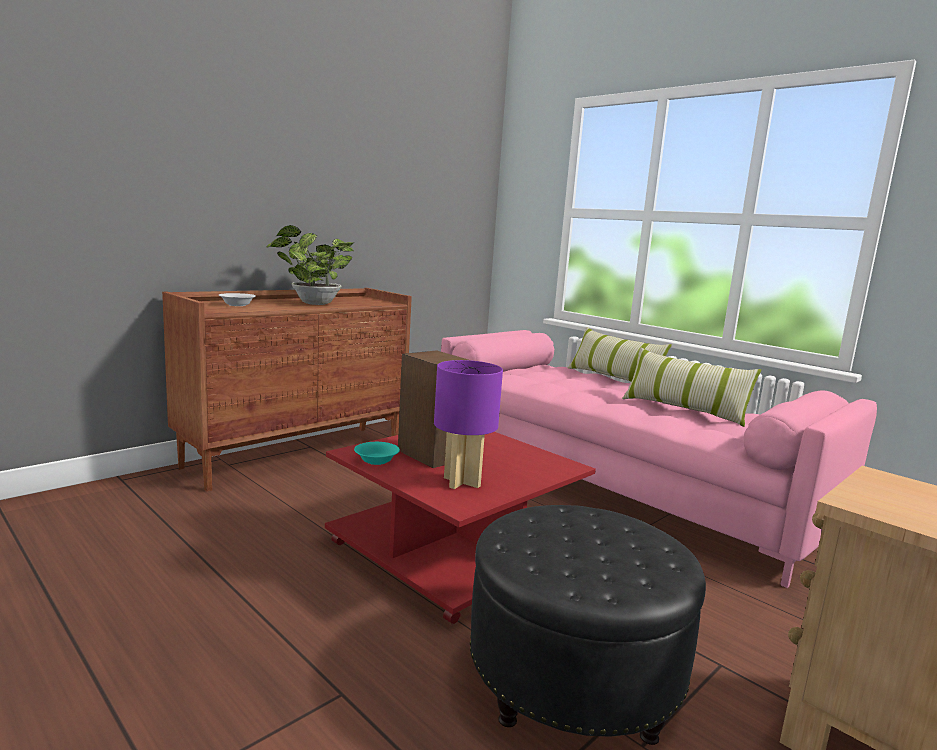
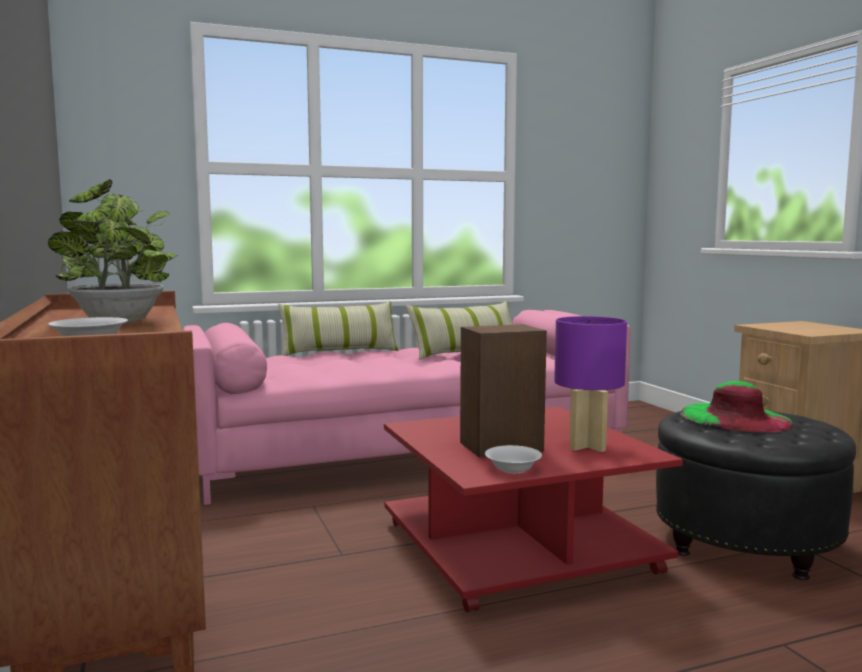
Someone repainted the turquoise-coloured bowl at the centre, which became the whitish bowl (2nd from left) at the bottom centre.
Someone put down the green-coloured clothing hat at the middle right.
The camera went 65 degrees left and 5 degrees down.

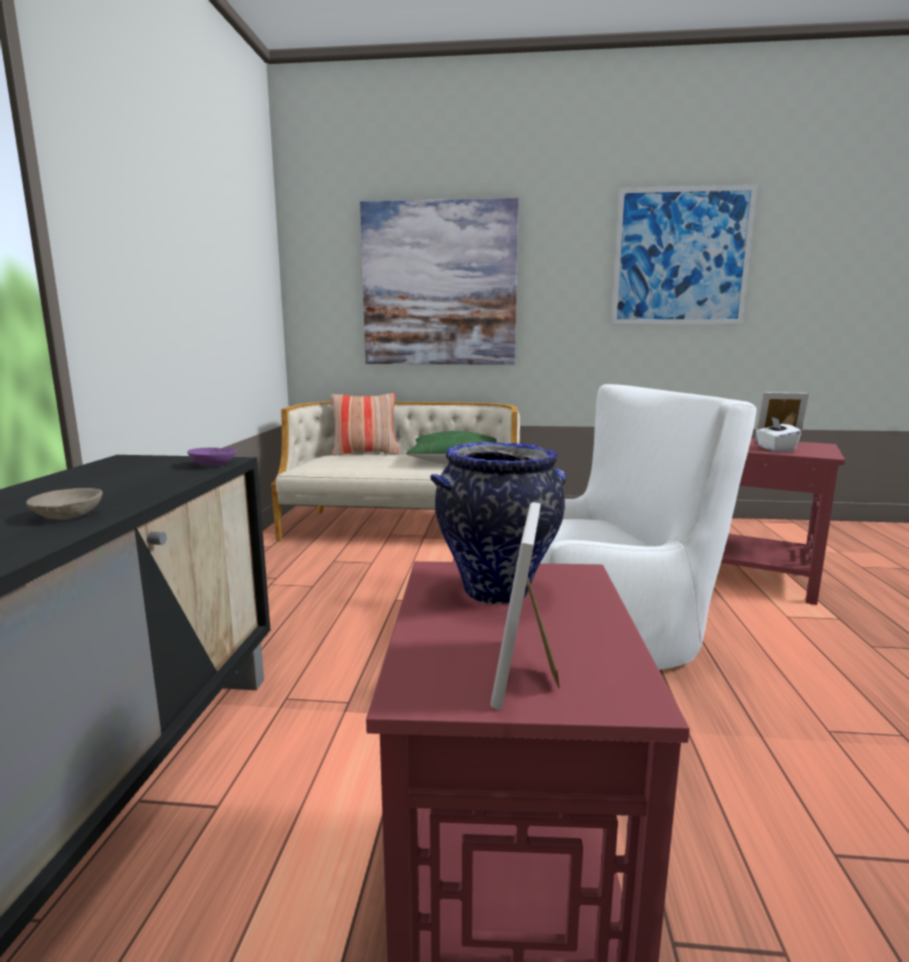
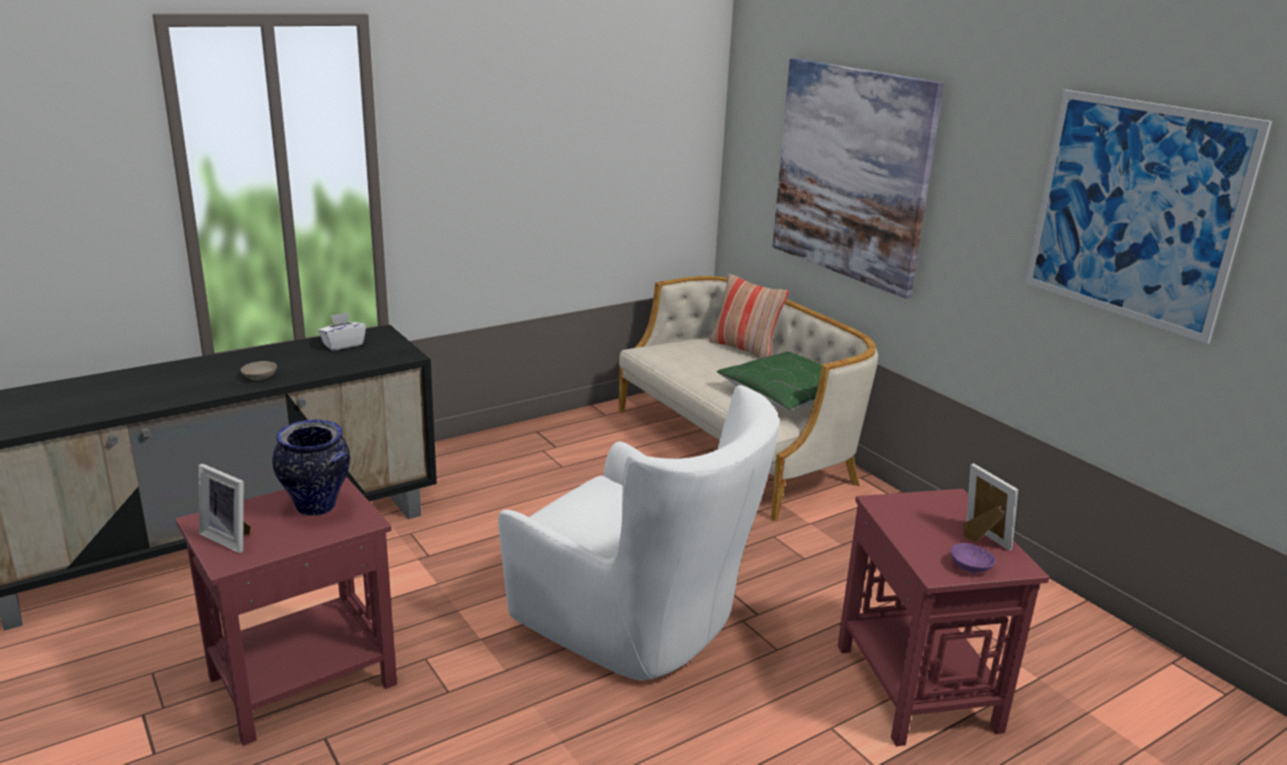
Someone carried the purple-coloured bowl from the middle left to the bottom right.
Someone rotated the picture frame (1st from left) at the centre by 120 degrees counterclockwise.
Someone carried the whitish tissue box from the middle right to the middle left.
The camera went 50 degrees right and 10 degrees up.

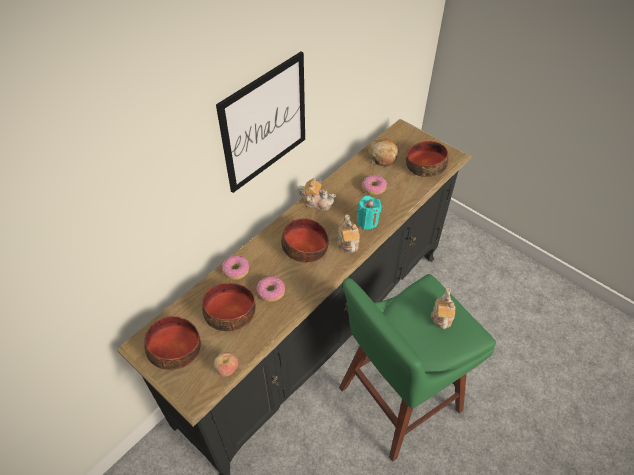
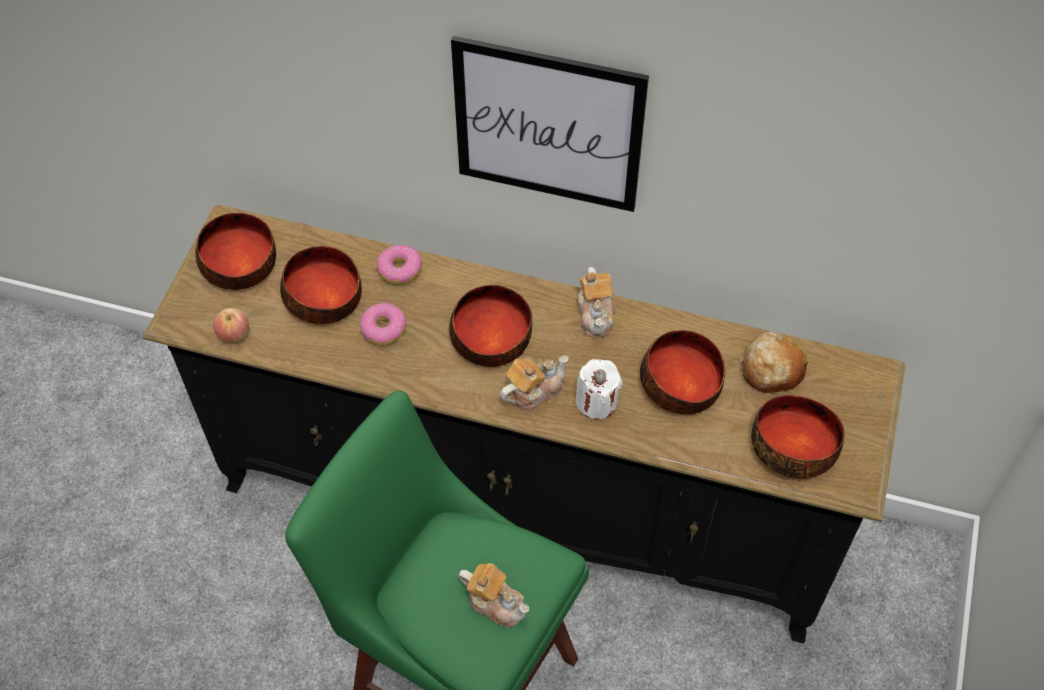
Someone repainted the turquoise-coloured candle at the centre, which became the whitish candle at the centre.
Someone swapped the donut (3rd from left) at the centre for the bowl (4th from left) at the centre.
Someone rotated the tea pot (3rd from left in the first image) at the middle right by 45 degrees clockwise.
The camera went 65 degrees right and 5 degrees up.

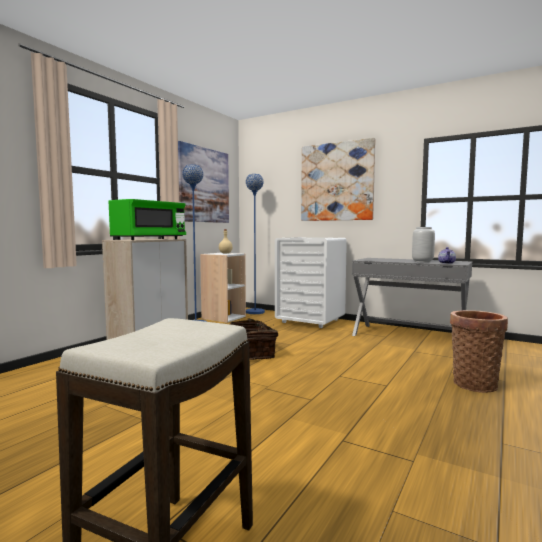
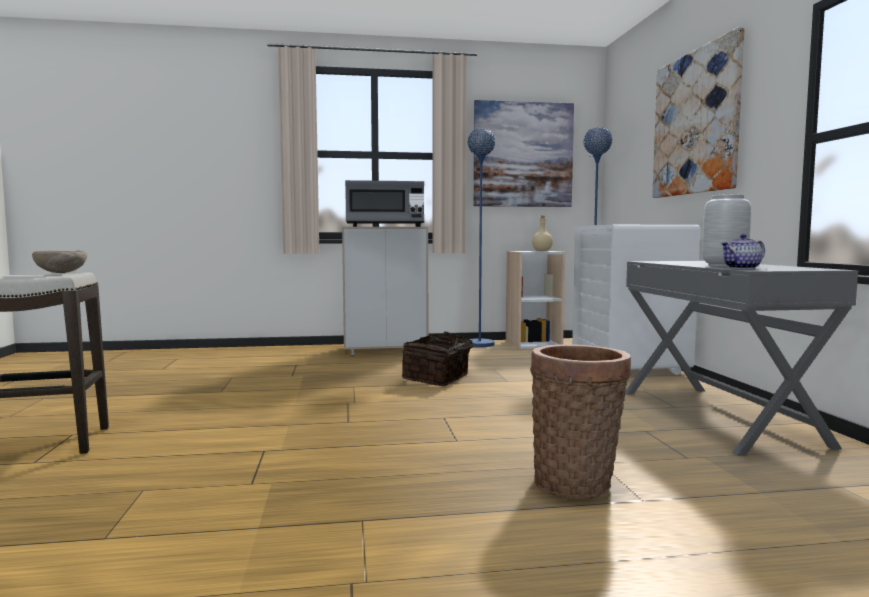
Someone repainted the green-coloured microwave oven at the middle left, which became the gray microwave oven at the centre.
Someone put down the beige bowl at the middle left.
The camera went 50 degrees right and 0 degrees up.

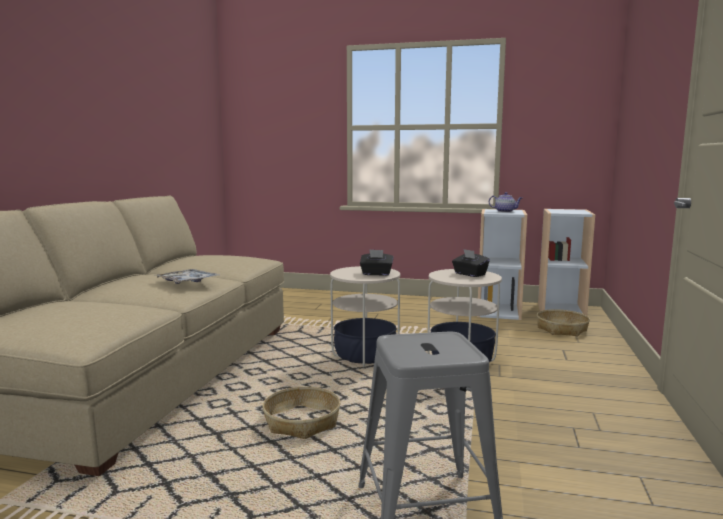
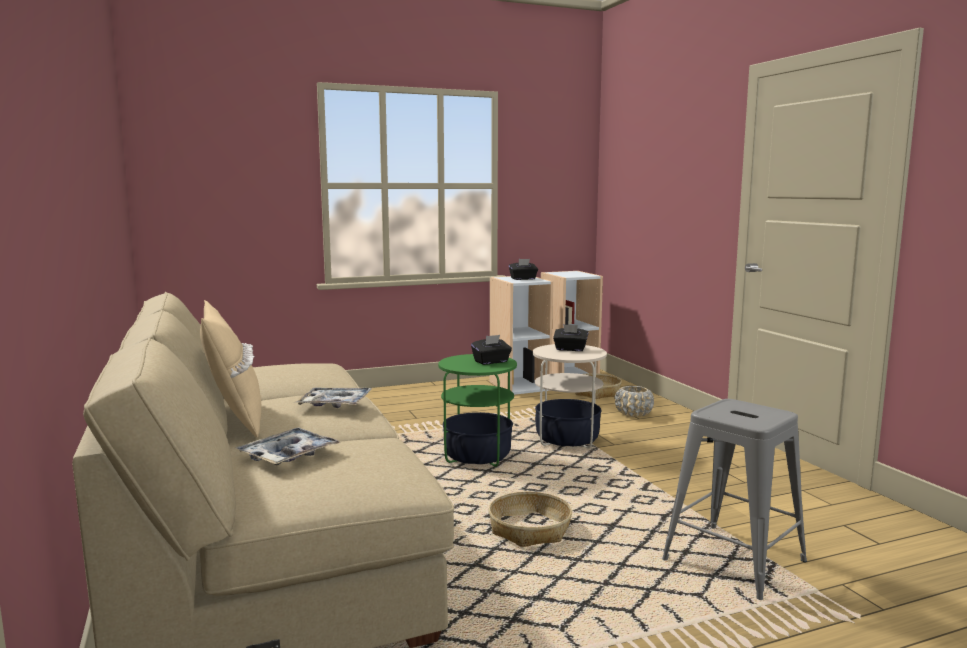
Someone repainted the beige accent table (1st from left) at the centre, which became the green-coloured accent table at the centre.
Someone swapped the tea pot at the middle right for the black-coloured tissue box (2nd from left) at the centre.
Someone put down the beige cushion at the middle left.
Someone put down the tray (1st from left) at the bottom left.
Someone put down the beige planter at the centre.
The camera went 35 degrees left and 0 degrees up.

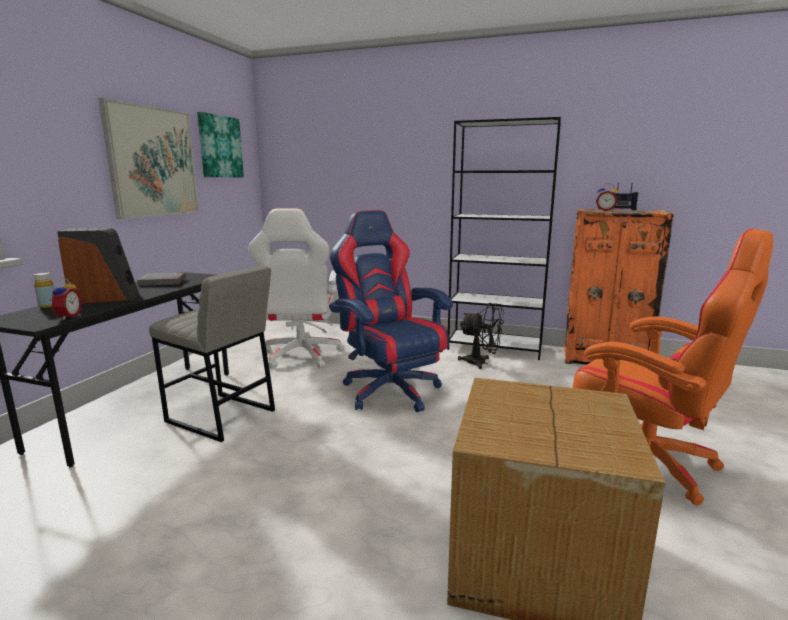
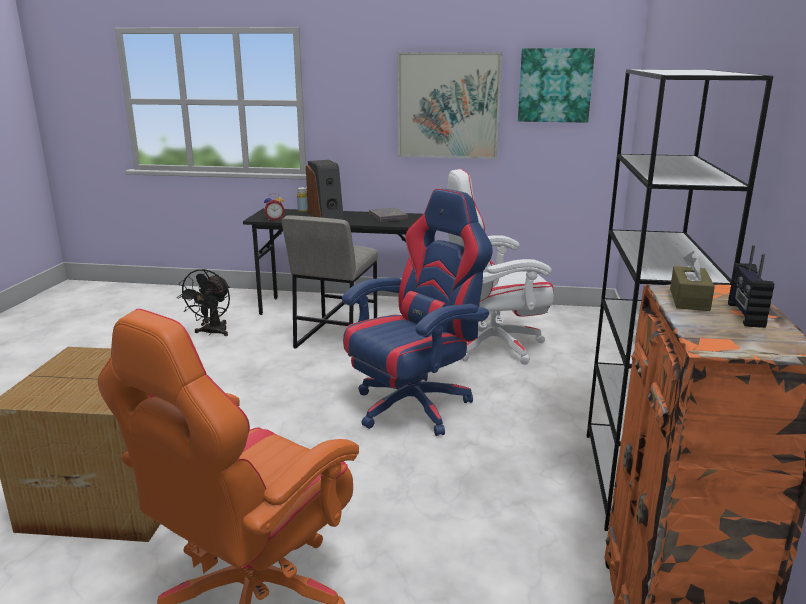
Someone carried the black-coloured cooling fan from the centre to the middle left.
Someone swapped the alarm clock (2nd from left) at the top right for the brownish tissue box at the middle right.
The camera went 80 degrees right and 5 degrees up.

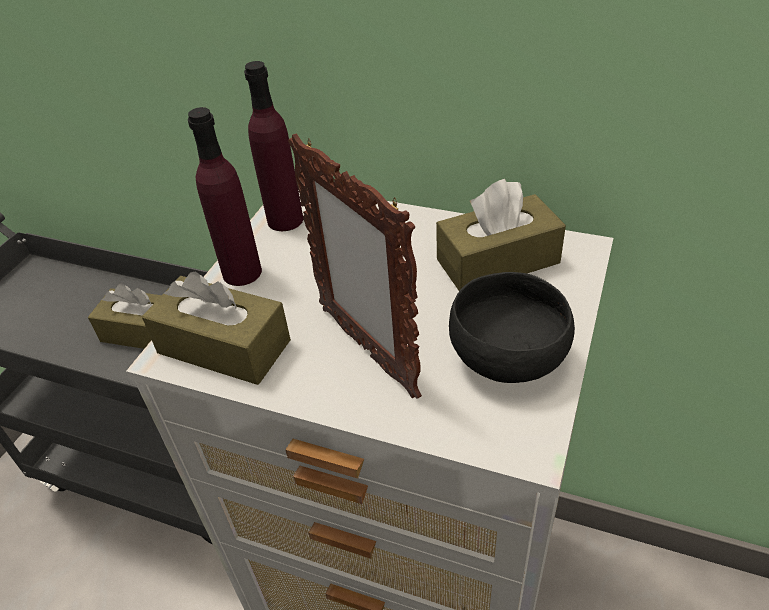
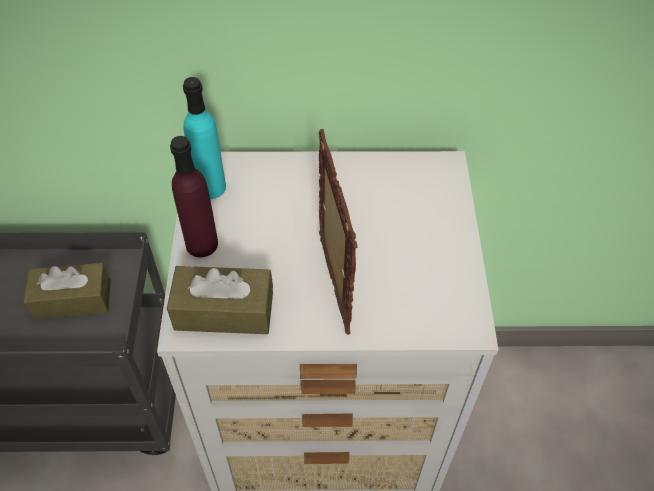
Someone repainted the purple-coloured bottle (2nd from left) at the top centre, which became the turquoise-coloured bottle at the top left.
Someone rotated the picture frame at the centre by 135 degrees counterclockwise.
Someone took away the brownish tissue box (3rd from left) at the centre.
Someone took away the black-coloured bowl at the centre.
The camera went 25 degrees left and 10 degrees up.

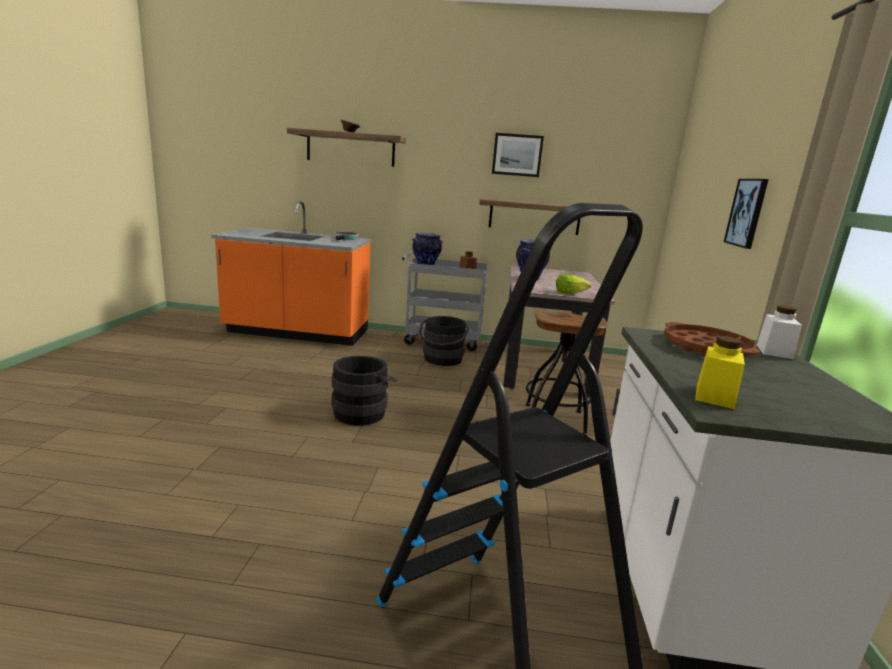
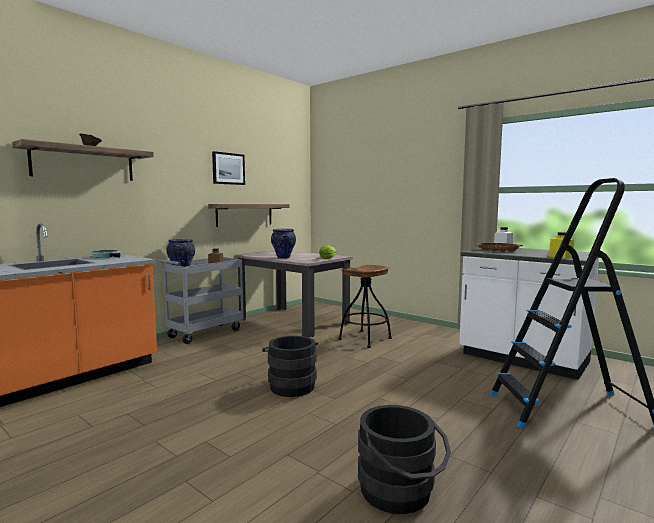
Someone carried the black-coloured water bucket (2nd from left) from the centre to the bottom centre.
Someone took away the wall art (2nd from left) at the top right.
The camera went 55 degrees left and 10 degrees down.

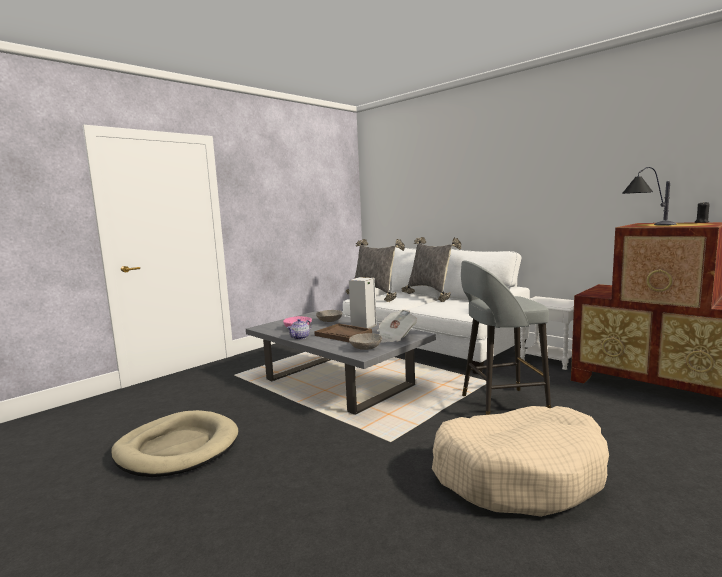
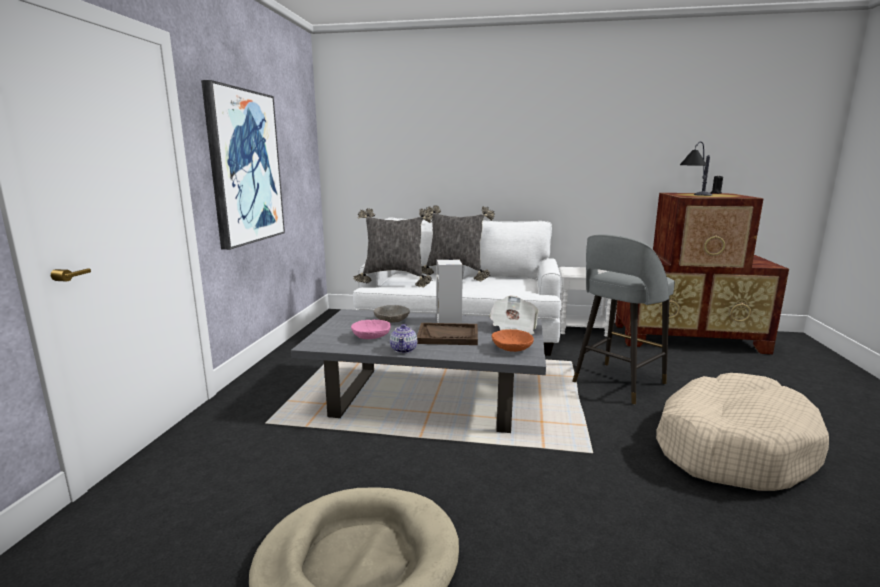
Someone repainted the gray bowl (2nd from left) at the centre, which became the orange-coloured bowl at the centre.
Someone put up the wall art at the top left.
The camera went 35 degrees left and 5 degrees up.

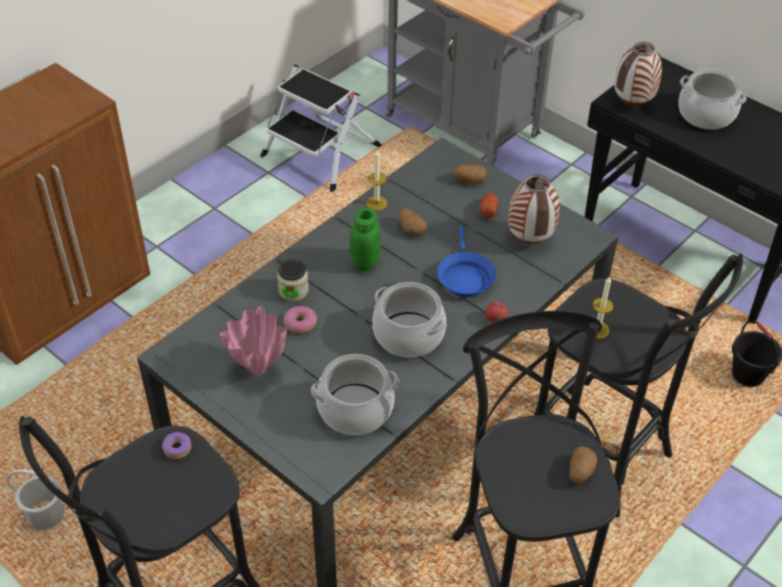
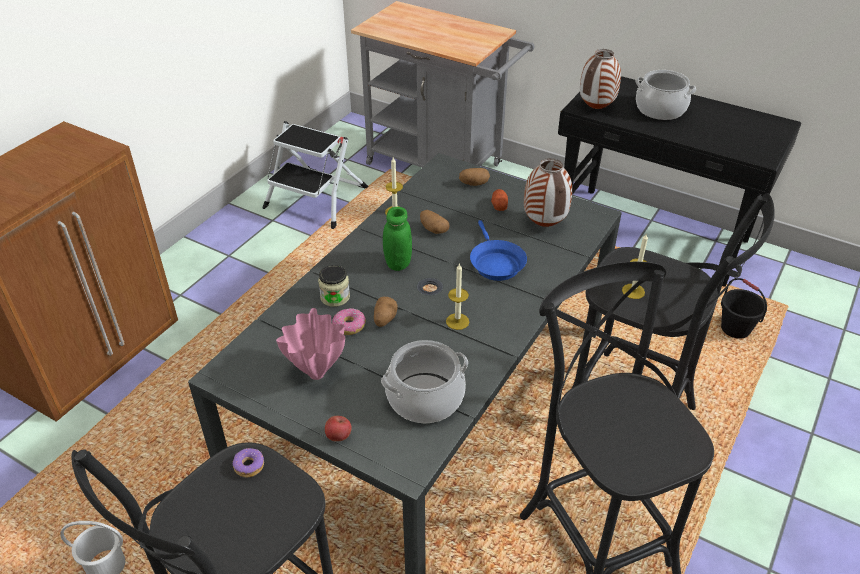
Someone swapped the cooking pot (2nd from left) at the centre for the candle (2nd from left) at the centre.
Someone carried the apple fruit from the centre to the bottom centre.
Someone carried the spud (4th from left in the first image) from the bottom right to the centre.
The camera went 10 degrees left and 5 degrees down.

